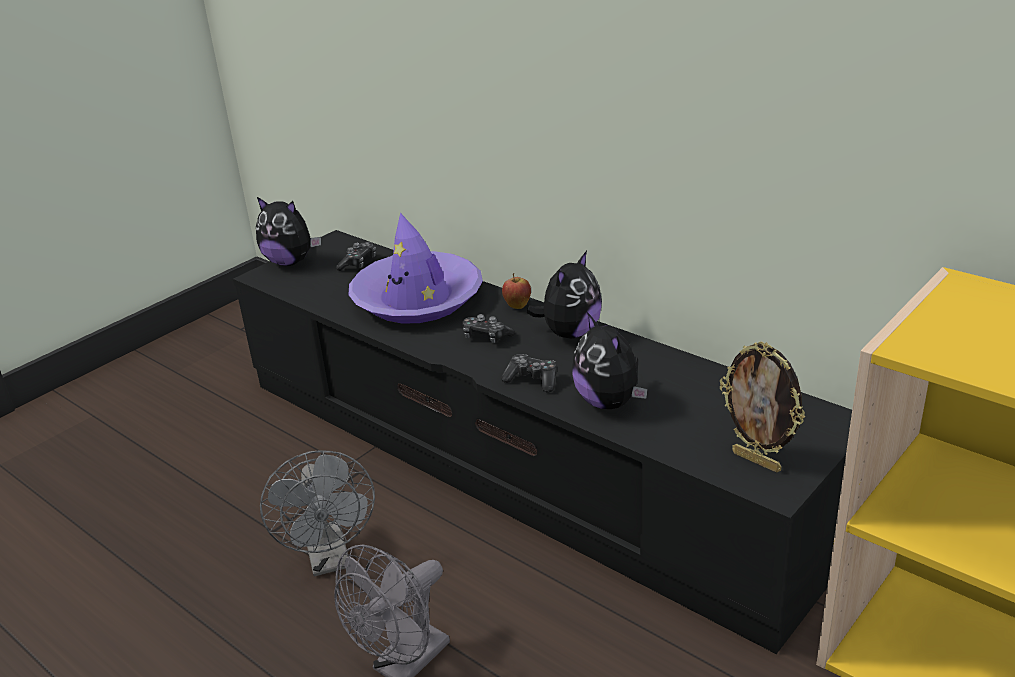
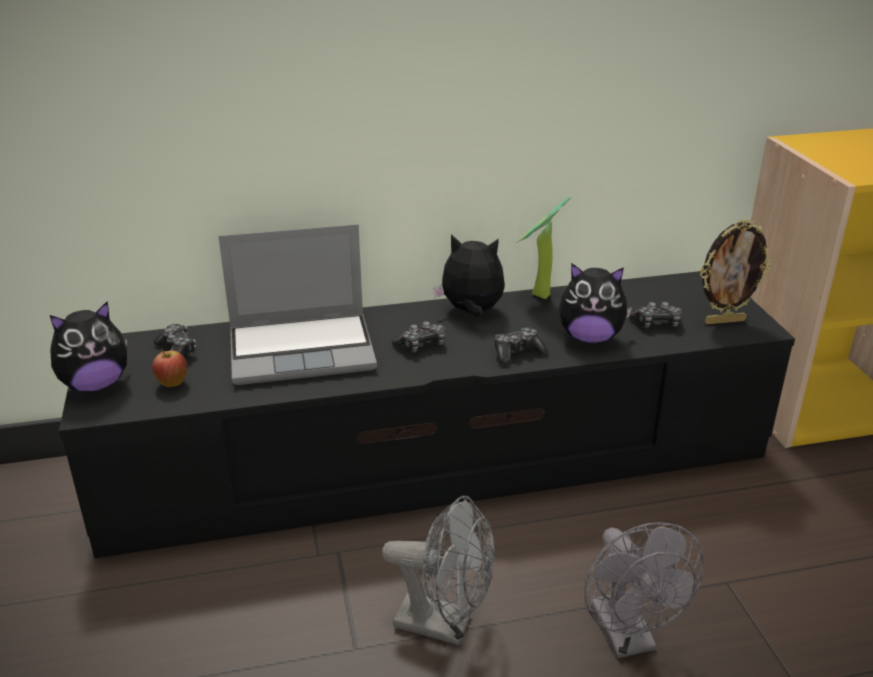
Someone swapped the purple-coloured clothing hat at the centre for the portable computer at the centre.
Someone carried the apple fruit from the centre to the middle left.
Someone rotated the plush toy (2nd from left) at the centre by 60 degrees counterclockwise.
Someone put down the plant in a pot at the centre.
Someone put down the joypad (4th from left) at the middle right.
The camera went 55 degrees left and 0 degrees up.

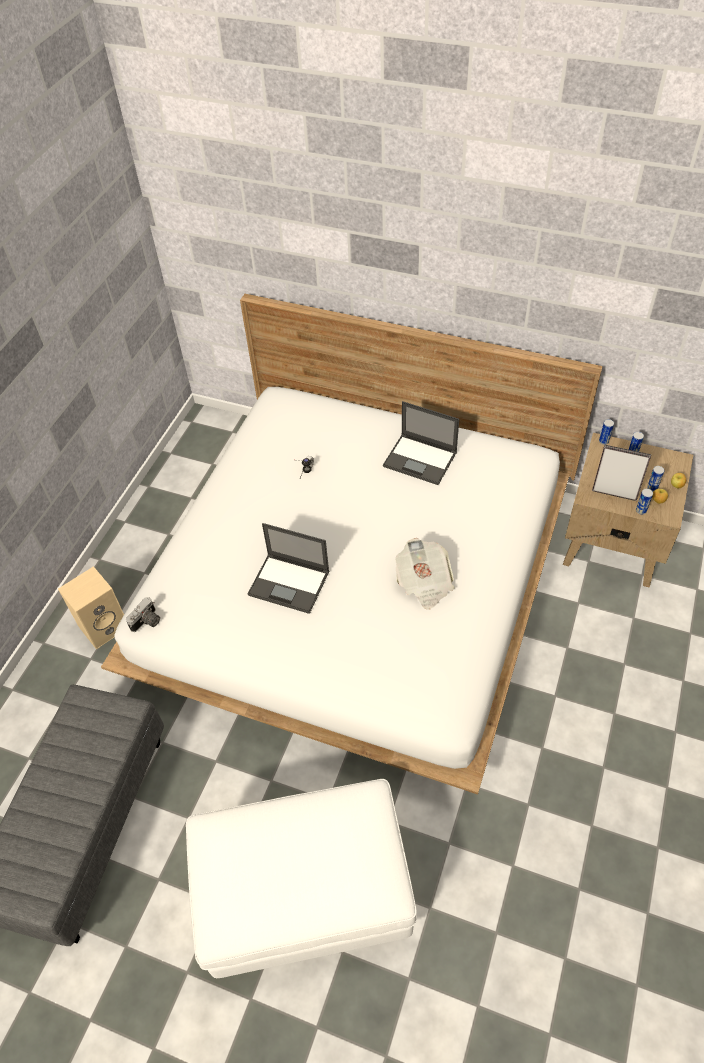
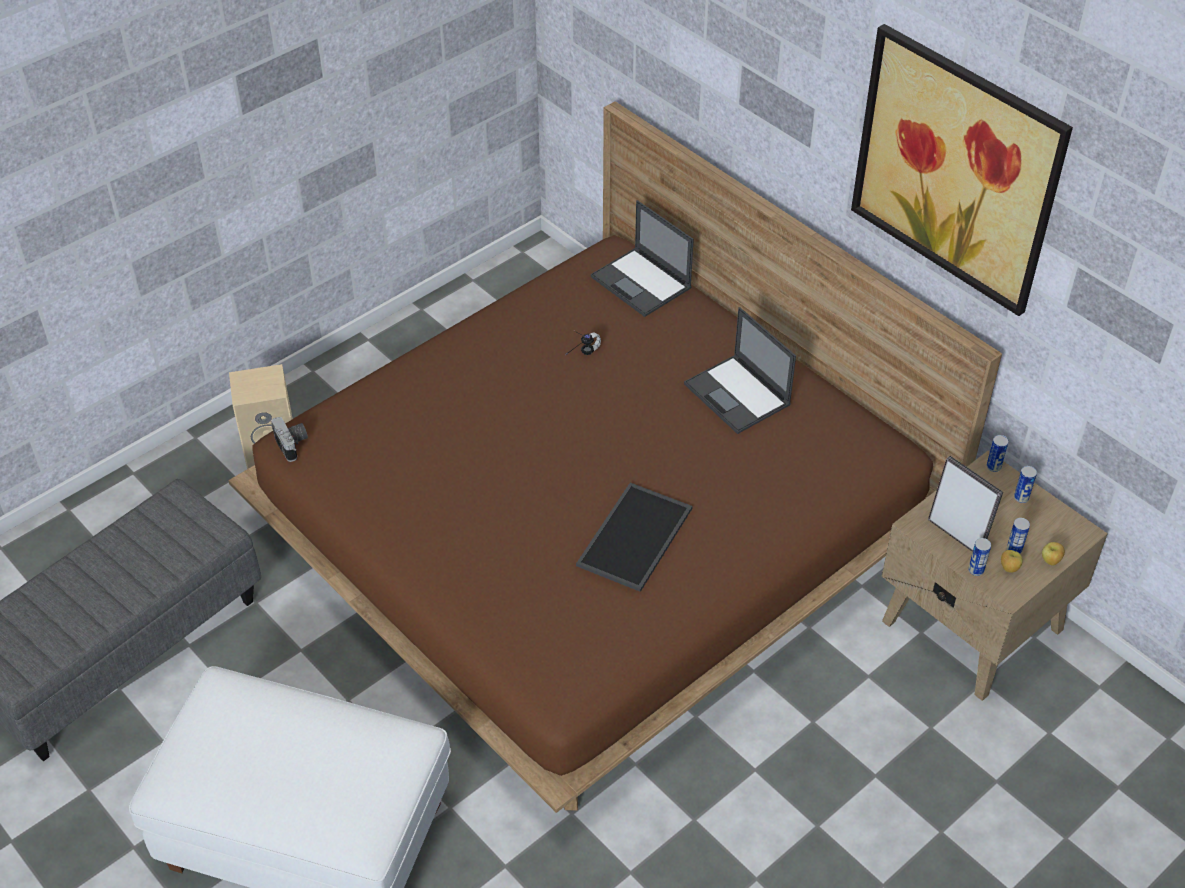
Someone repainted the whitish sleeping bed at the centre, which became the brownish sleeping bed at the centre.
Someone rotated the still camera at the middle left by 90 degrees counterclockwise.
Someone carried the portable computer (1st from left) from the centre to the top centre.
Someone swapped the printed paper at the centre for the tray at the centre.
Someone put up the wall art at the top right.
The camera went 25 degrees right and 5 degrees down.

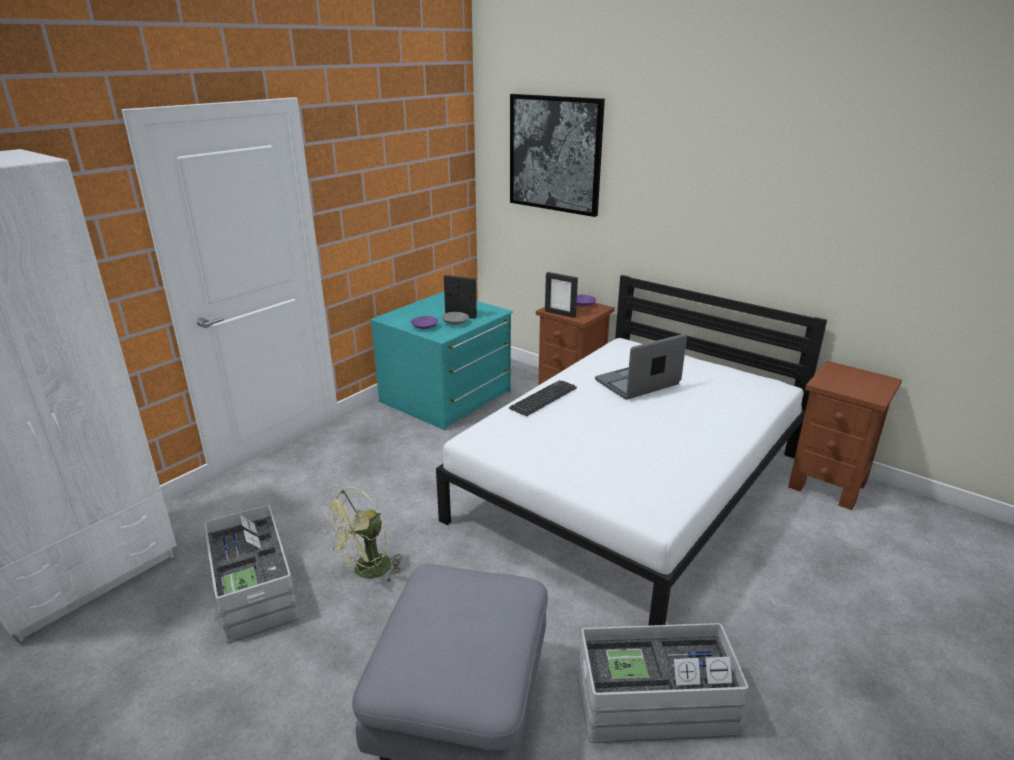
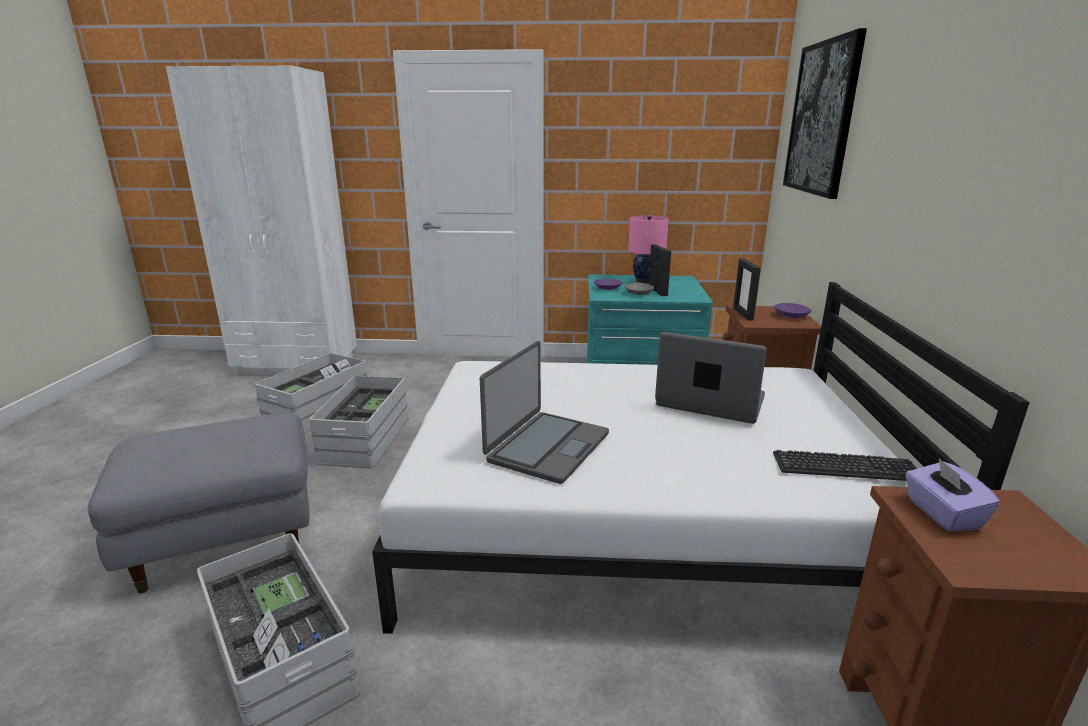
Someone swapped the green-coloured cooling fan at the bottom centre for the gray storage box (3rd from left) at the middle left.
Someone carried the PC keyboard from the centre to the middle right.
Someone put down the portable computer (1st from left) at the centre.
Someone put down the pinkish tabletop lamp at the centre.
Someone put down the purple-coloured tissue box at the bottom right.
The camera went 55 degrees right and 5 degrees down.

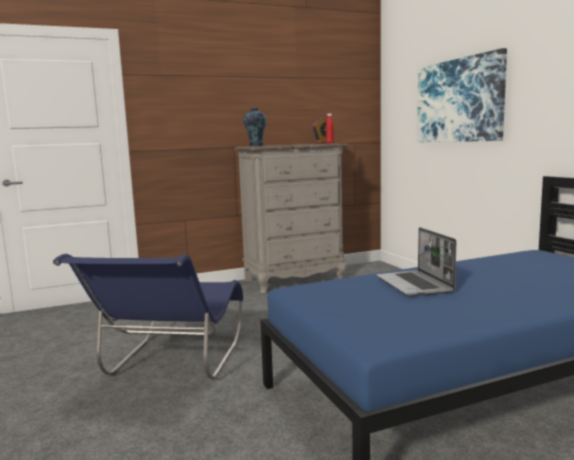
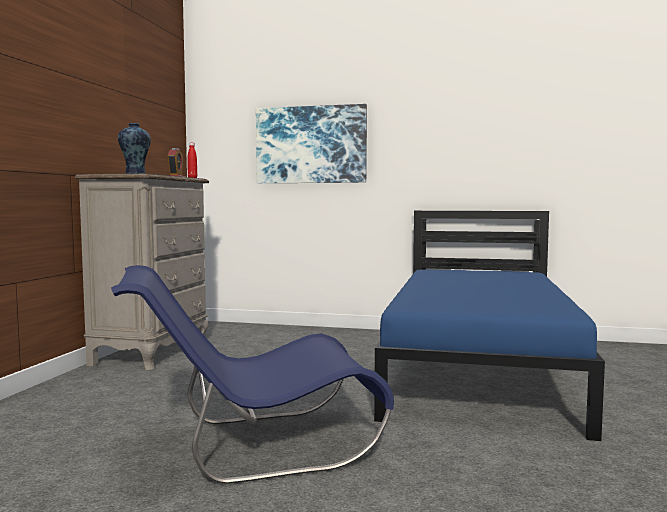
Someone rotated the blue-coloured upright chair at the bottom left by 120 degrees clockwise.
Someone took away the portable computer at the middle right.
The camera went 55 degrees left and 5 degrees down.

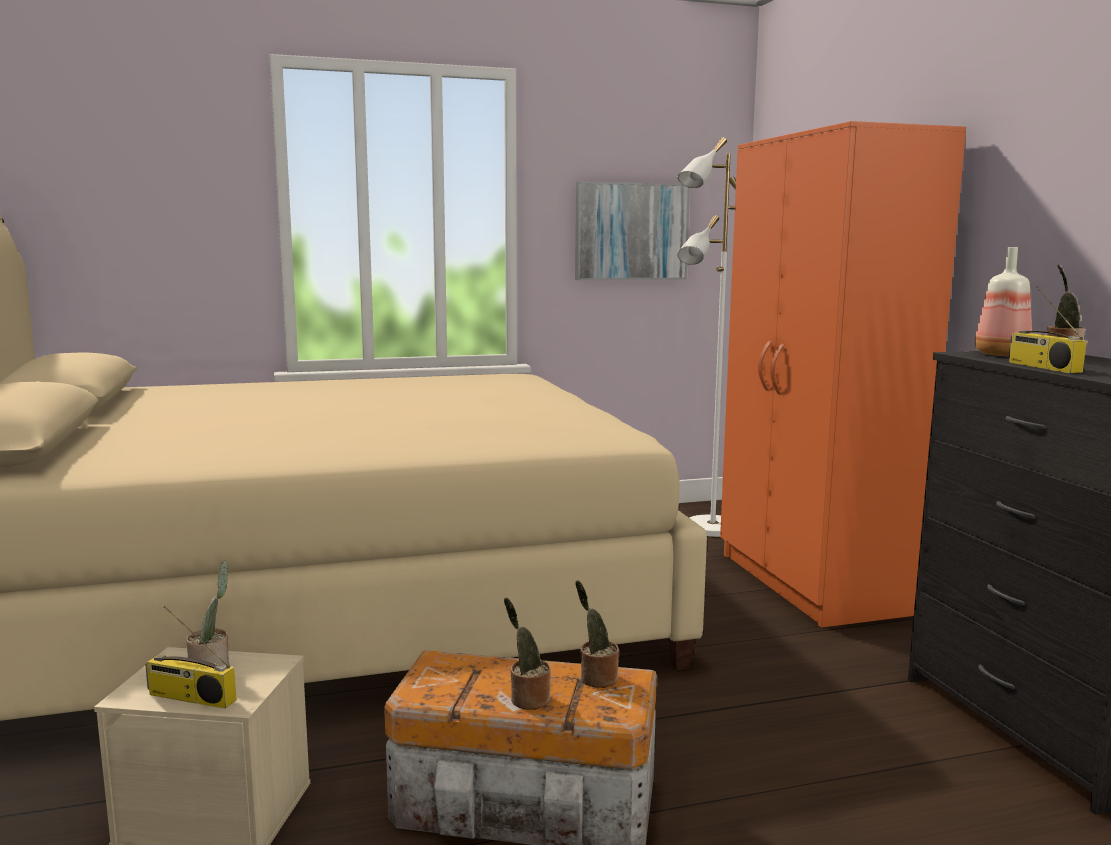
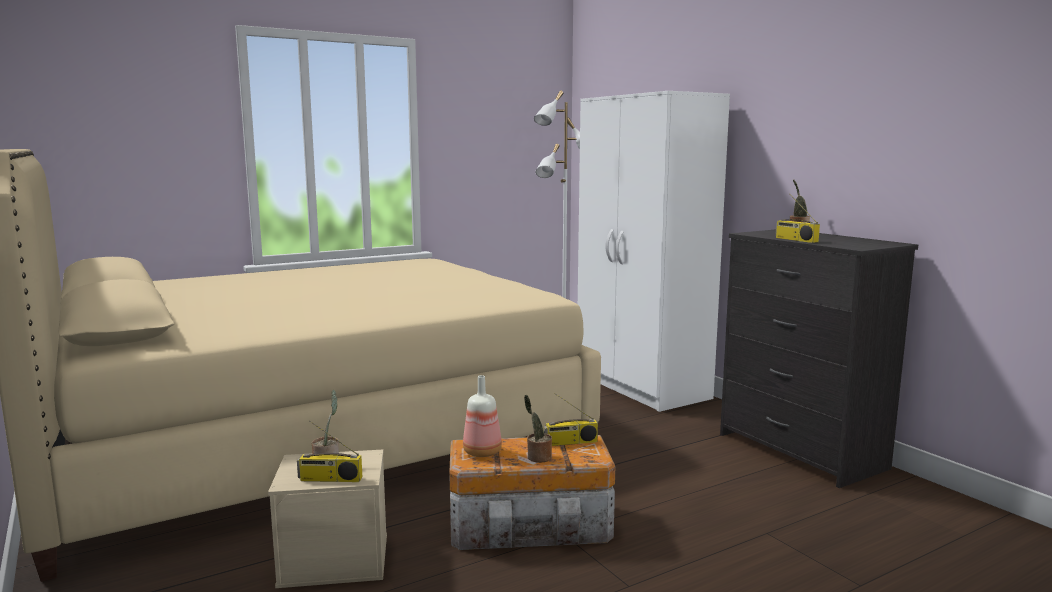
Someone took away the wall art at the top centre.
Someone swapped the plant in a pot (3rd from left) at the bottom centre for the radio set (2nd from left) at the bottom centre.
Someone repainted the orange-coloured wardrobe at the middle right, which became the whitish wardrobe at the centre.
Someone carried the bottle from the middle right to the bottom centre.
The camera went 15 degrees left and 0 degrees up.

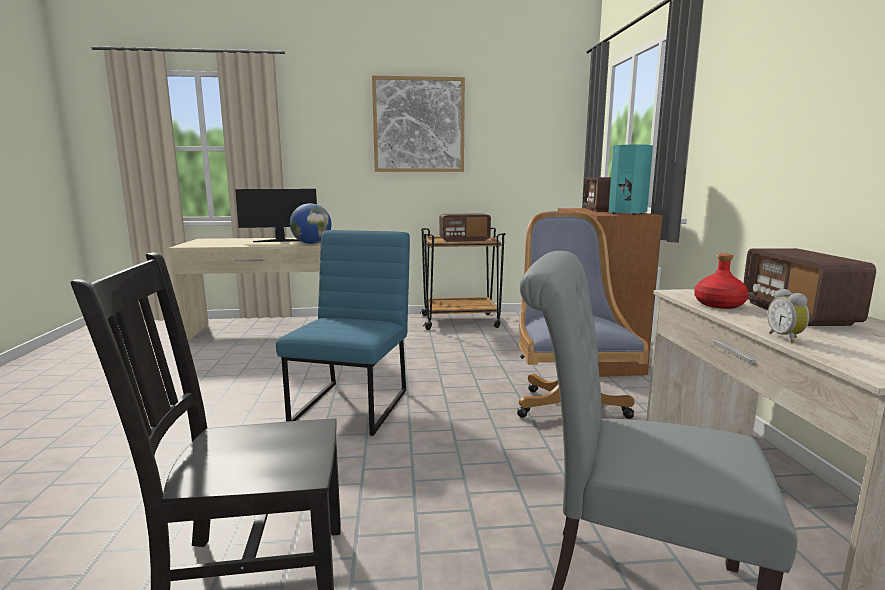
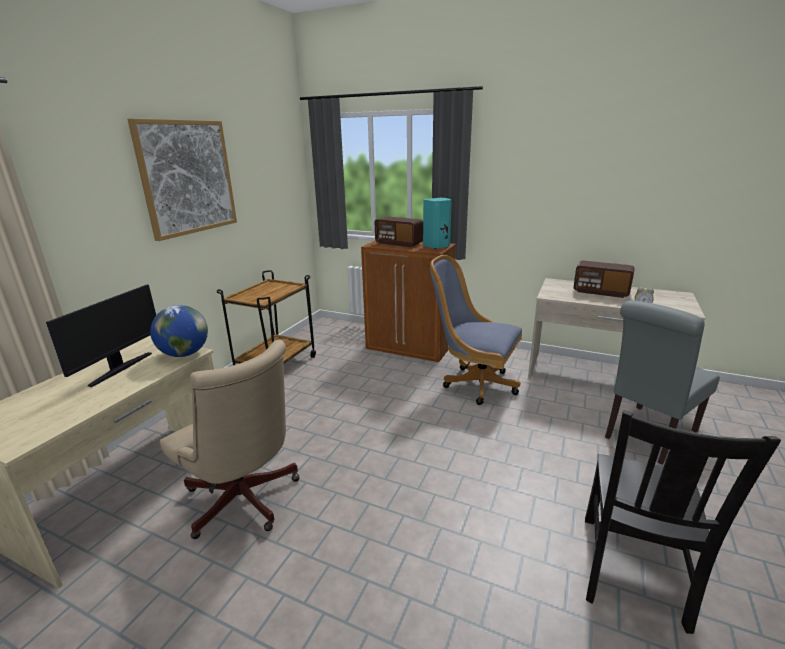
Someone took away the blue-coloured upright chair at the centre.
Someone took away the radio set (1st from left) at the centre.
Someone took away the red bottle at the middle right.
Someone put down the beige computer chair at the bottom left.
The camera went 60 degrees left and 10 degrees up.

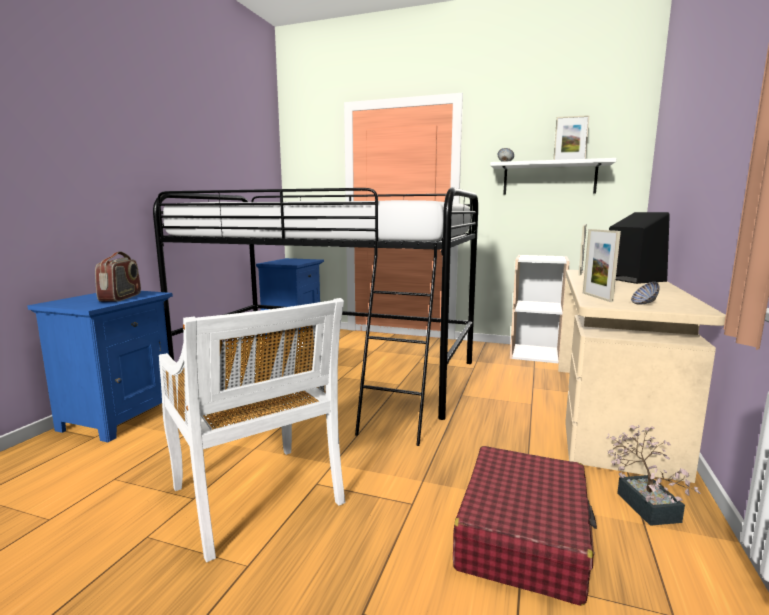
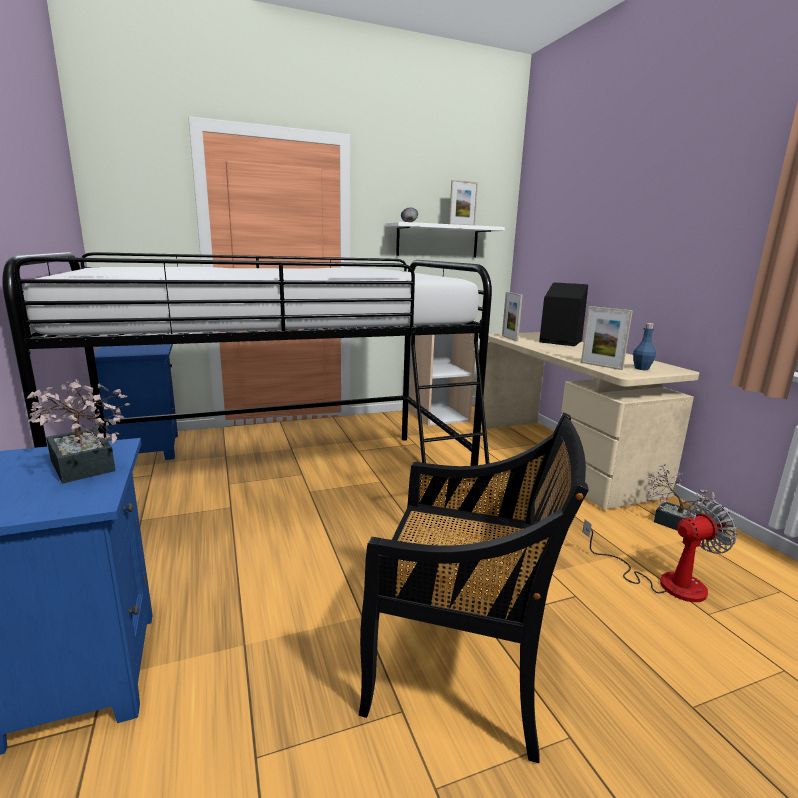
Someone swapped the radio set at the middle left for the plant in a pot (1st from left) at the middle left.
Someone repainted the whitish upright chair at the bottom left, which became the black-coloured upright chair at the bottom centre.
Someone swapped the red travel case at the bottom right for the cooling fan at the bottom right.
Someone swapped the bowl (2nd from left) at the middle right for the blue-coloured bottle at the middle right.
The camera went 40 degrees left and 5 degrees up.

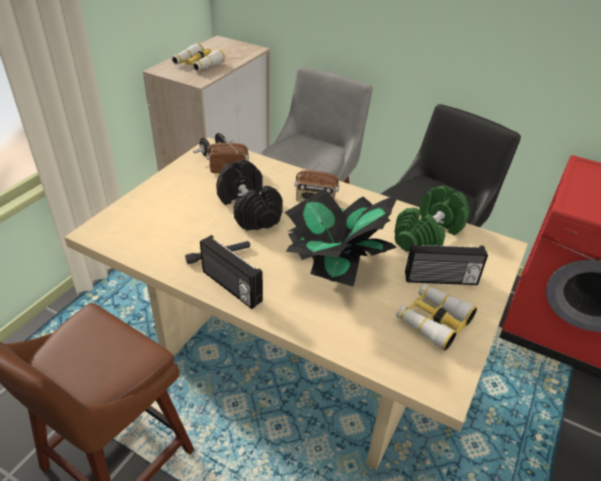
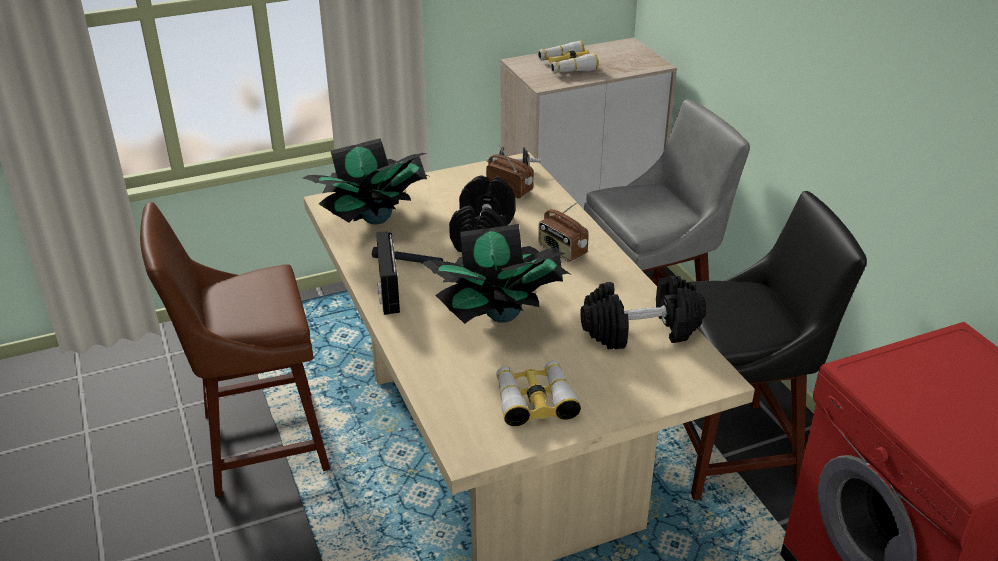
Someone repainted the green-coloured dumbbell at the middle right, which became the black-coloured dumbbell (3rd from left) at the centre.
Someone took away the radio set (4th from left) at the middle right.
Someone put down the plant in a pot (1st from left) at the top centre.
The camera went 40 degrees right and 5 degrees down.

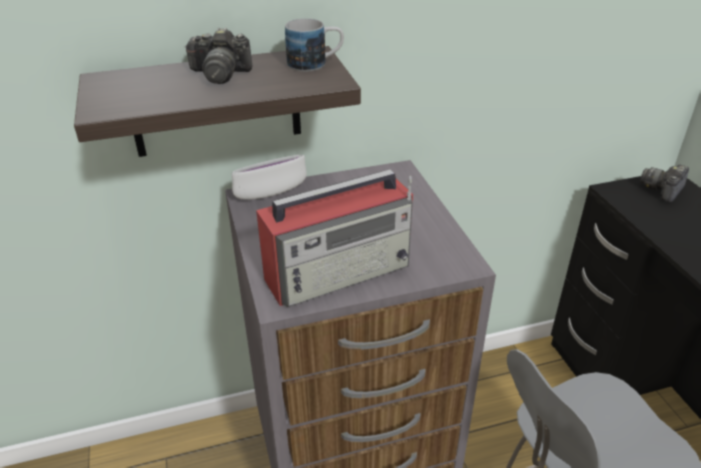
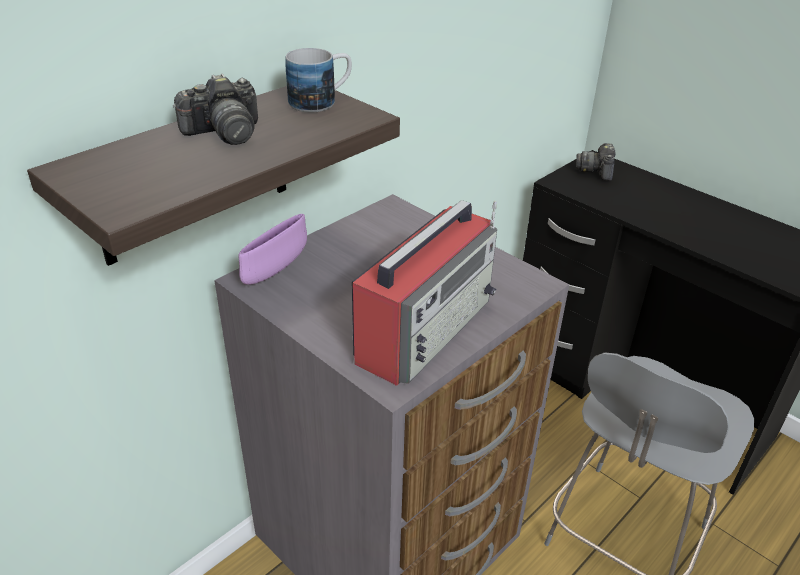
Someone repainted the whitish bowl at the centre, which became the purple-coloured bowl at the centre.
The camera went 30 degrees left and 0 degrees up.

